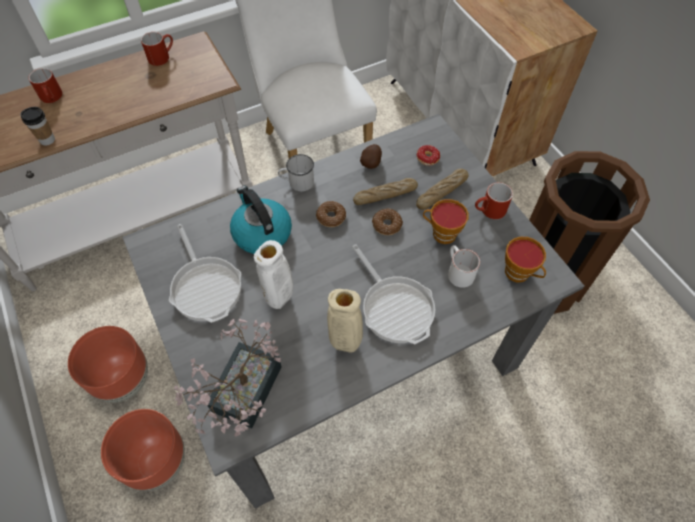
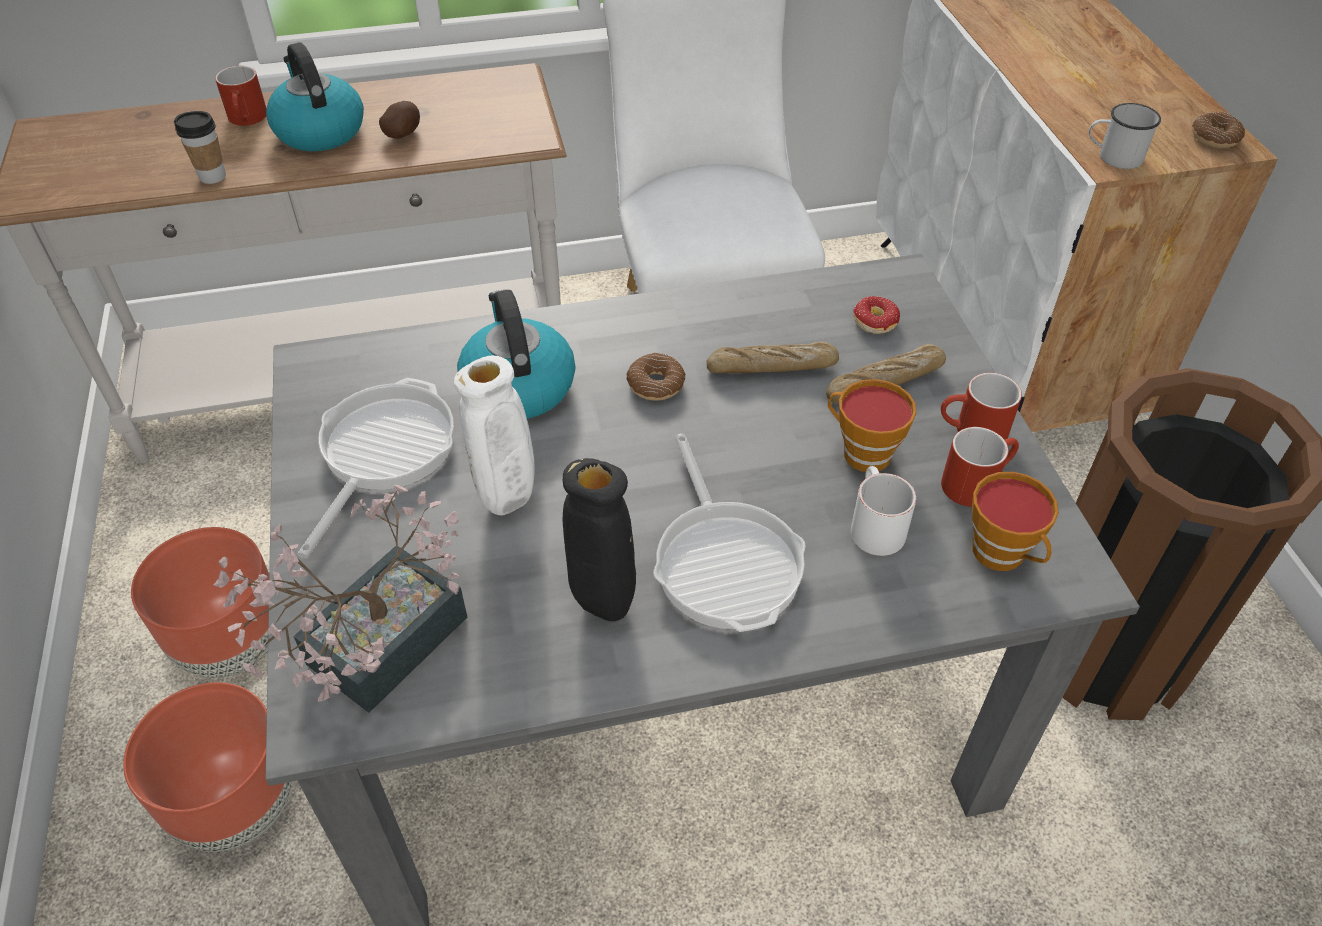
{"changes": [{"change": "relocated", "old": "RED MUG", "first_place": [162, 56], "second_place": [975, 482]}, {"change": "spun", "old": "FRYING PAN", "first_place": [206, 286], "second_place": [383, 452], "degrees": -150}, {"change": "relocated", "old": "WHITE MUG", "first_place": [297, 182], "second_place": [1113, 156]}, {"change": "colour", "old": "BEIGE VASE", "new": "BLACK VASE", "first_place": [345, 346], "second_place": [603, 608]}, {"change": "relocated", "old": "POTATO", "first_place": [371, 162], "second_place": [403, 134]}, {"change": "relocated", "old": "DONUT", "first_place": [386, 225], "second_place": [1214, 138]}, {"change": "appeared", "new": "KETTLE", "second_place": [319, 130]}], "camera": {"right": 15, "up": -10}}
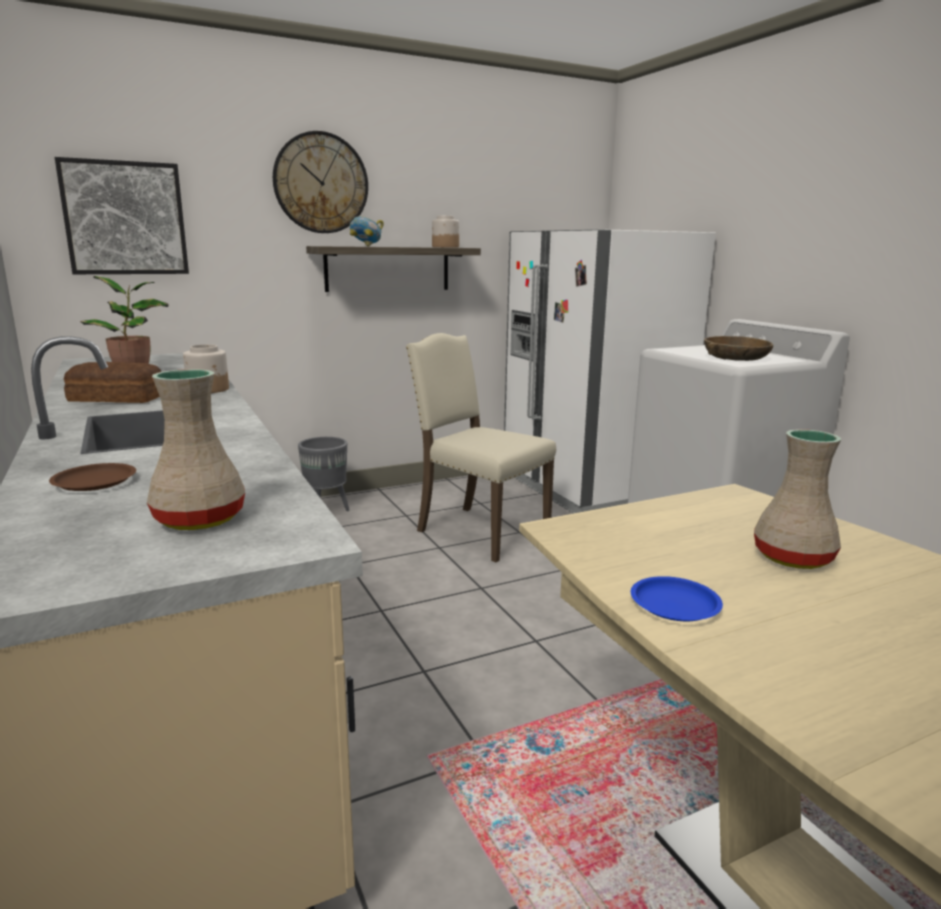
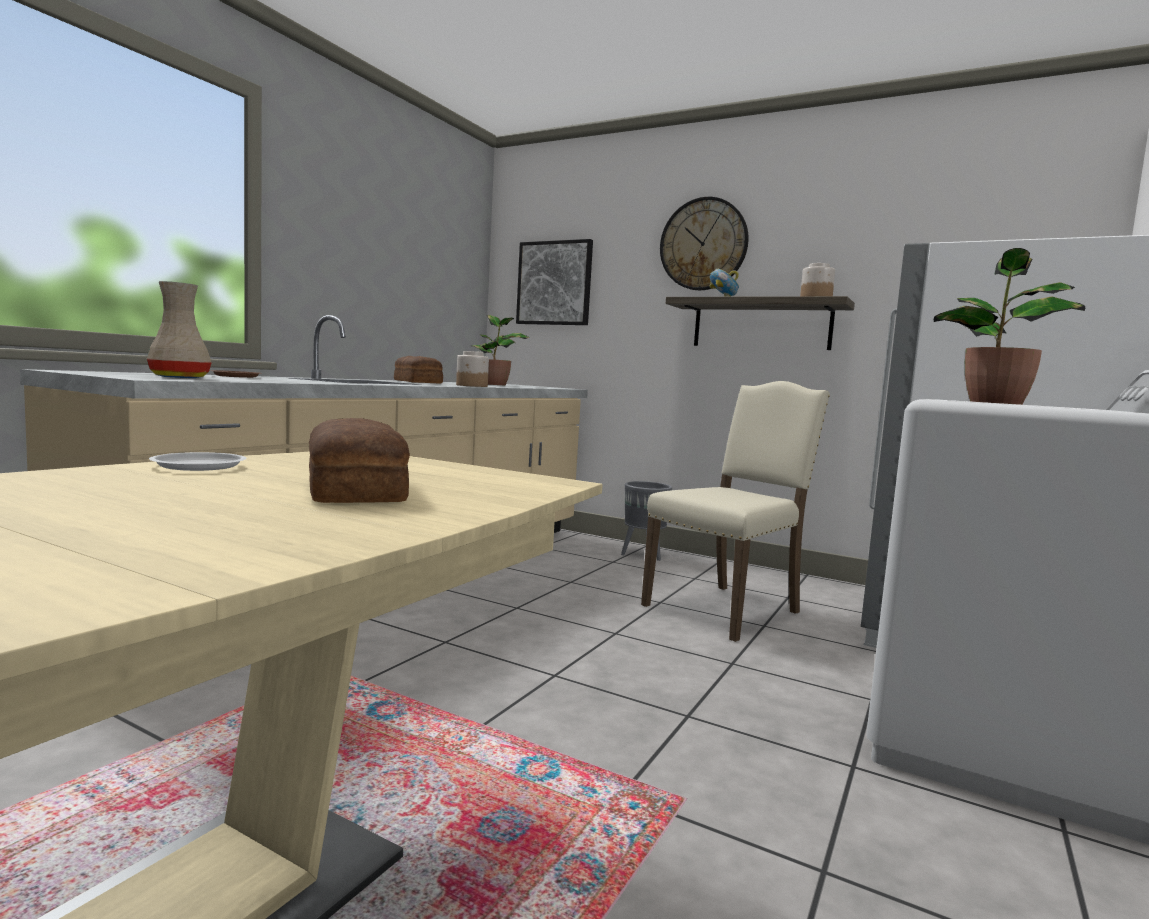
{"changes": [{"change": "spun", "old": "BEIGE CHAIR", "first_place": [479, 531], "second_place": [726, 609], "degrees": 45}, {"change": "colour", "old": "BLUE PLATE", "new": "WHITE PLATE", "first_place": [674, 604], "second_place": [200, 466]}, {"change": "exchanged", "old": "BROWN BOWL", "new": "POTTED PLANT", "first_place": [735, 358], "second_place": [996, 403]}, {"change": "exchanged", "old": "BEIGE VASE", "new": "BREAD", "first_place": [790, 557], "second_place": [358, 488]}], "camera": {"right": 55, "up": -10}}
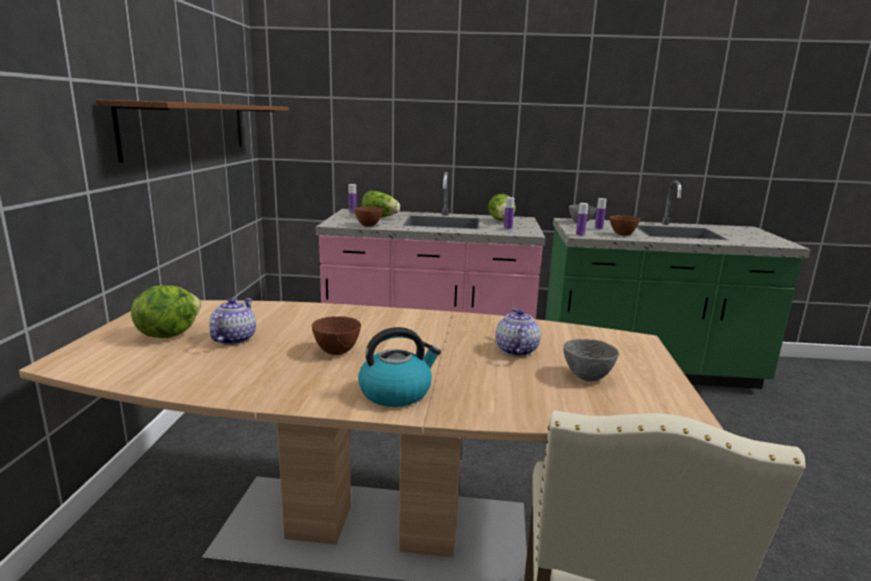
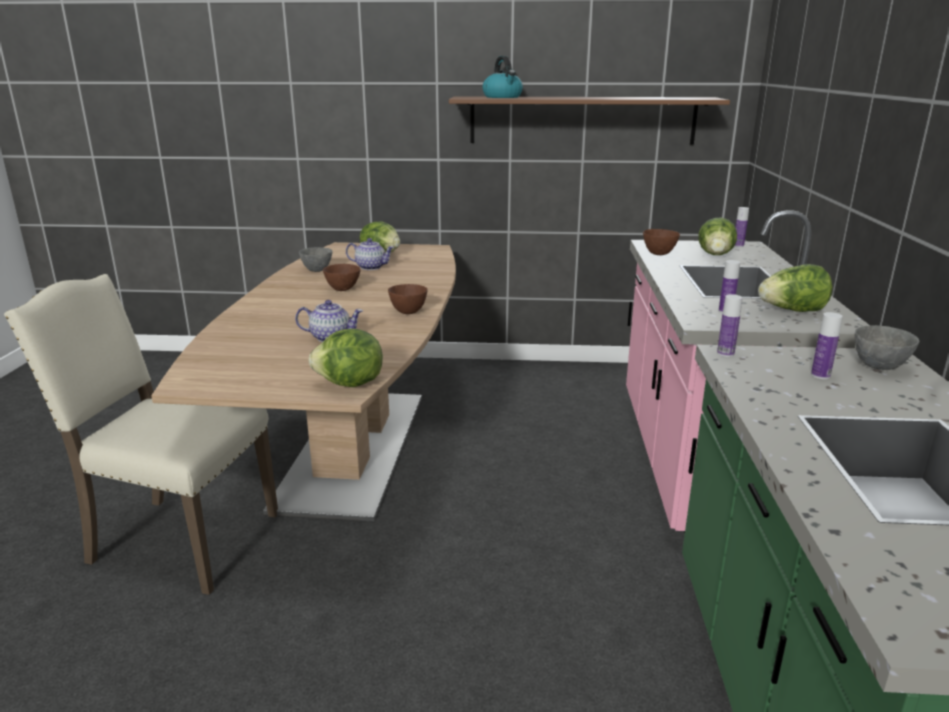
{"changes": [{"change": "relocated", "old": "KETTLE", "first_place": [396, 392], "second_place": [503, 97]}, {"change": "relocated", "old": "GREY BOWL", "first_place": [587, 377], "second_place": [316, 270]}, {"change": "relocated", "old": "BROWN BOWL", "first_place": [623, 234], "second_place": [407, 312]}, {"change": "appeared", "new": "LETTUCE", "second_place": [350, 384]}], "camera": {"right": 90, "up": 5}}
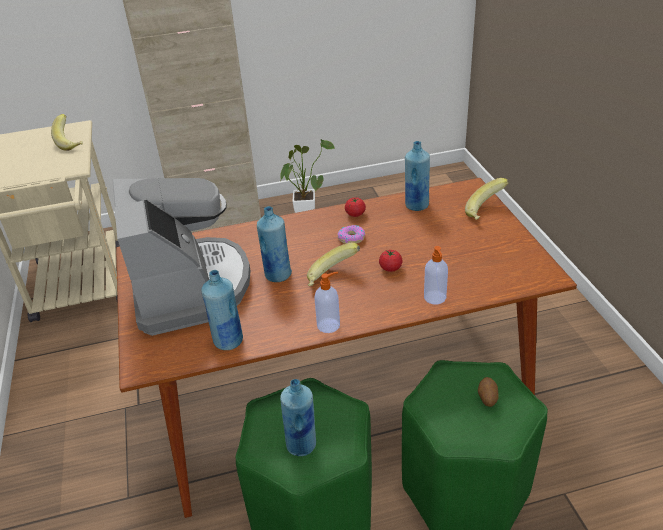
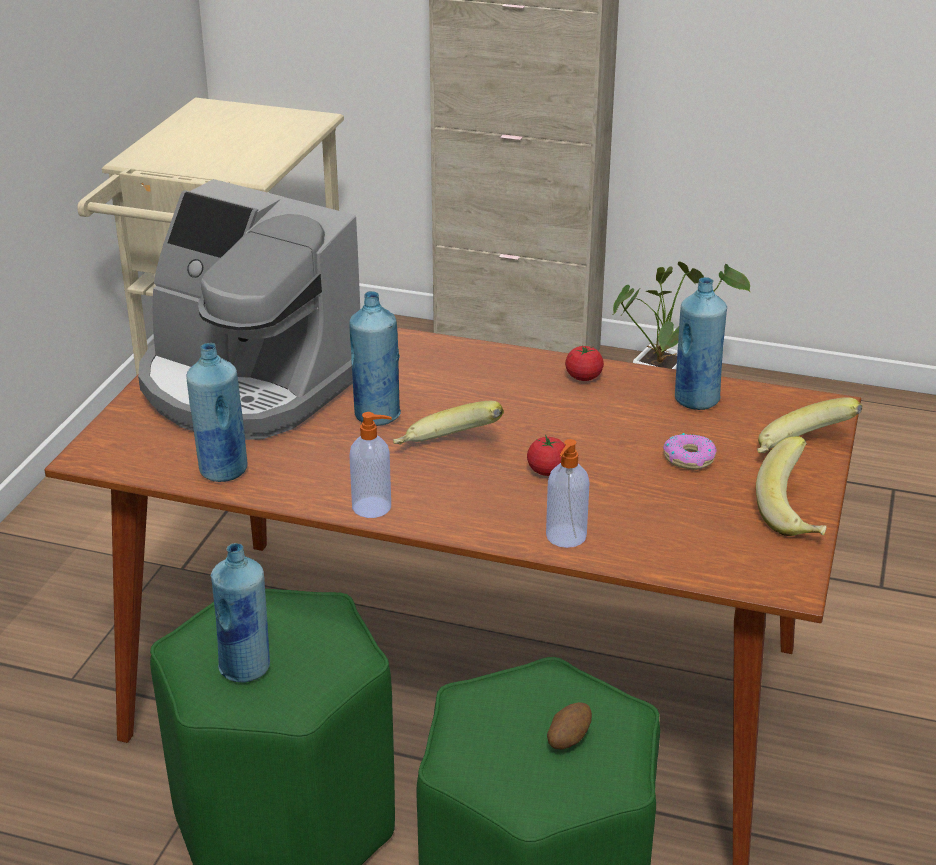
{"changes": [{"change": "relocated", "old": "BANANA", "first_place": [72, 143], "second_place": [796, 514]}, {"change": "spun", "old": "COFFEE MACHINE", "first_place": [190, 287], "second_place": [247, 385], "degrees": 105}, {"change": "relocated", "old": "DONUT", "first_place": [351, 238], "second_place": [689, 458]}], "camera": {"right": 30, "up": -5}}
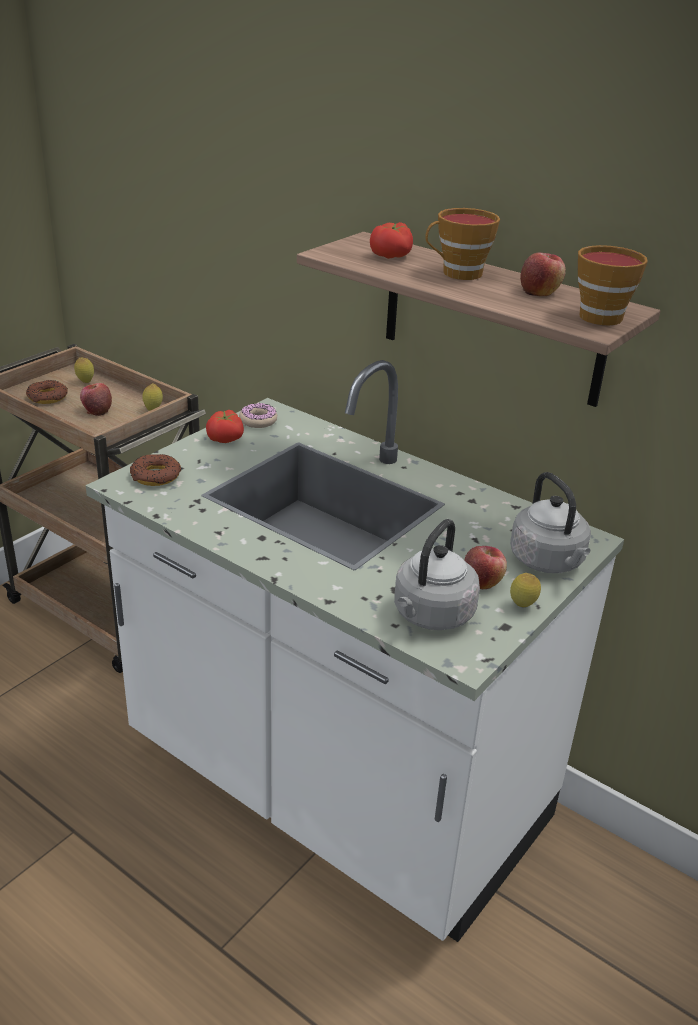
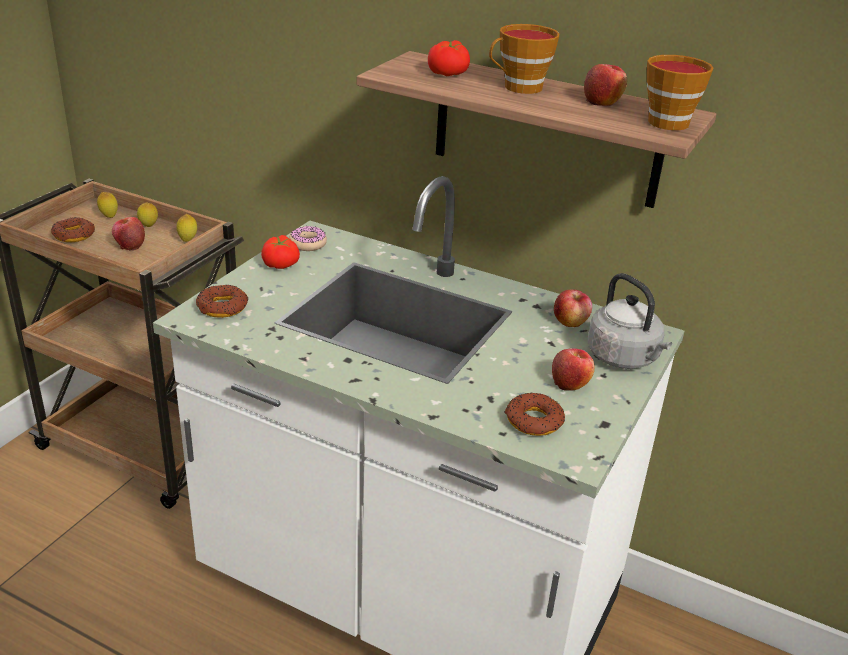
{"changes": [{"change": "exchanged", "old": "GREY KETTLE", "new": "DONUT", "first_place": [431, 616], "second_place": [533, 421]}, {"change": "relocated", "old": "LEMON", "first_place": [522, 606], "second_place": [149, 227]}, {"change": "appeared", "new": "APPLE", "second_place": [570, 321]}], "camera": {"right": -10, "up": 0}}
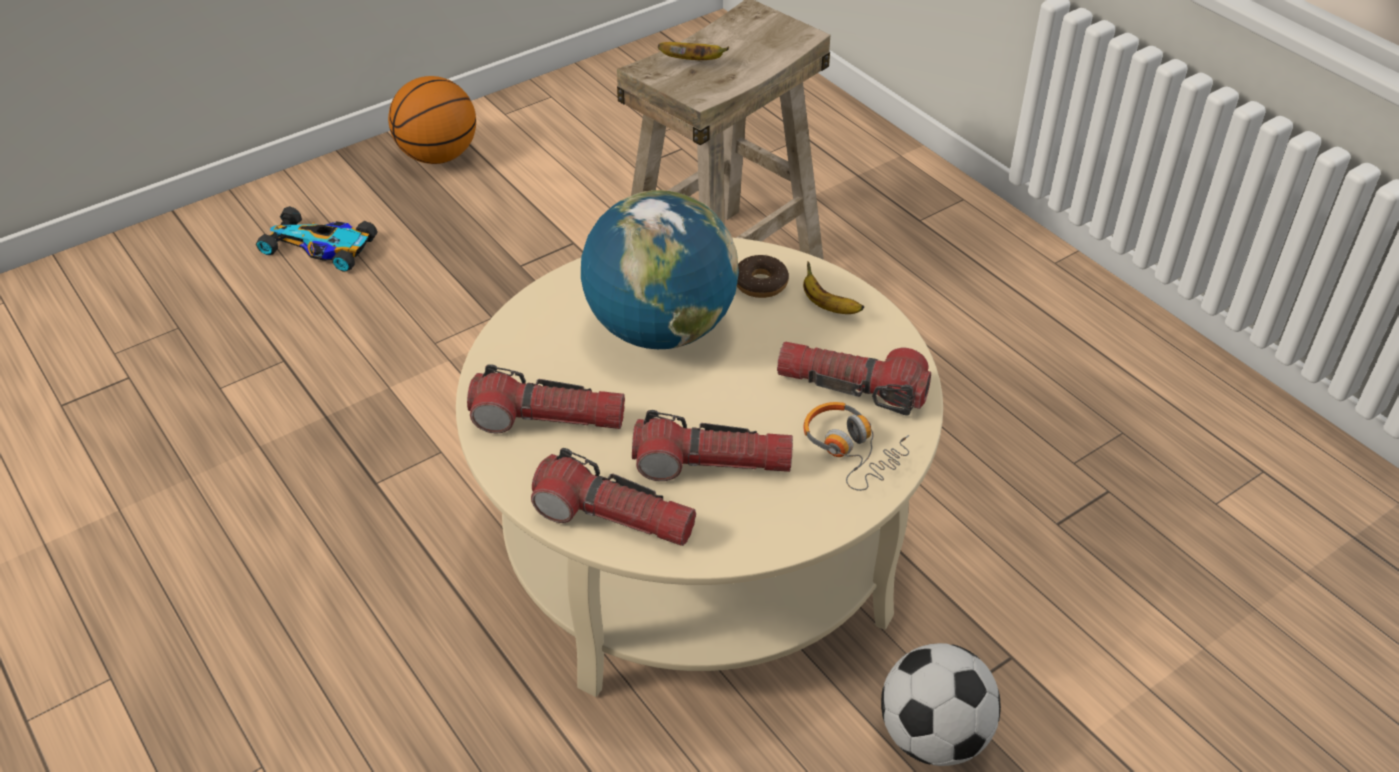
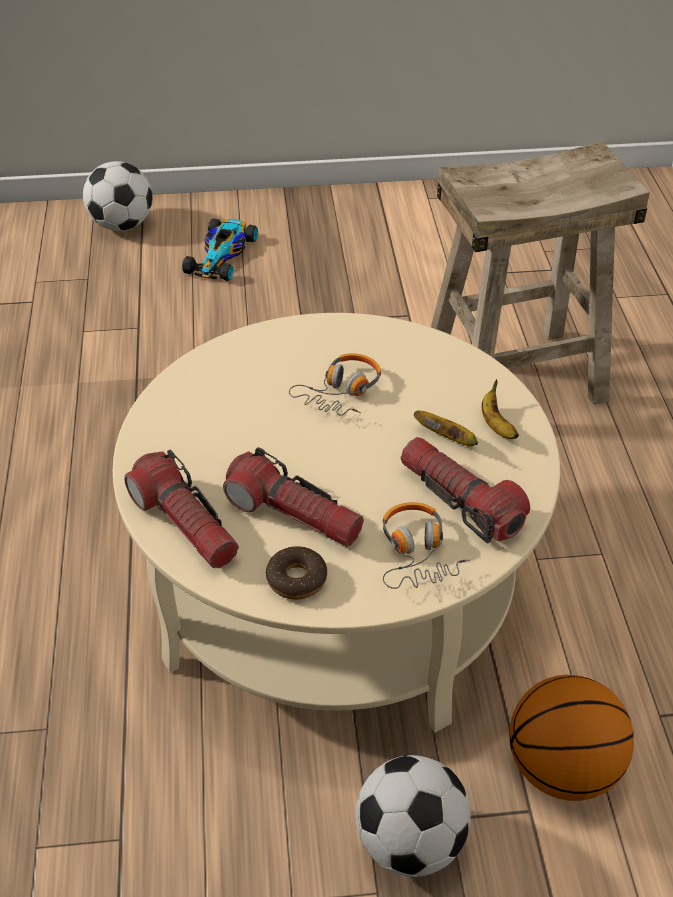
{"changes": [{"change": "spun", "old": "TOY CAR", "first_place": [321, 247], "second_place": [222, 255], "degrees": -120}, {"change": "relocated", "old": "BASKETBALL", "first_place": [438, 156], "second_place": [563, 769]}, {"change": "missing", "old": "FLASHLIGHT", "first_place": [548, 419]}, {"change": "exchanged", "old": "GLOBE", "new": "HEADPHONES", "first_place": [661, 330], "second_place": [341, 392]}, {"change": "relocated", "old": "BANANA", "first_place": [693, 60], "second_place": [448, 438]}, {"change": "relocated", "old": "DONUT", "first_place": [760, 283], "second_place": [296, 579]}, {"change": "appeared", "new": "FOOTBALL", "second_place": [122, 225]}], "camera": {"right": 30, "up": 0}}
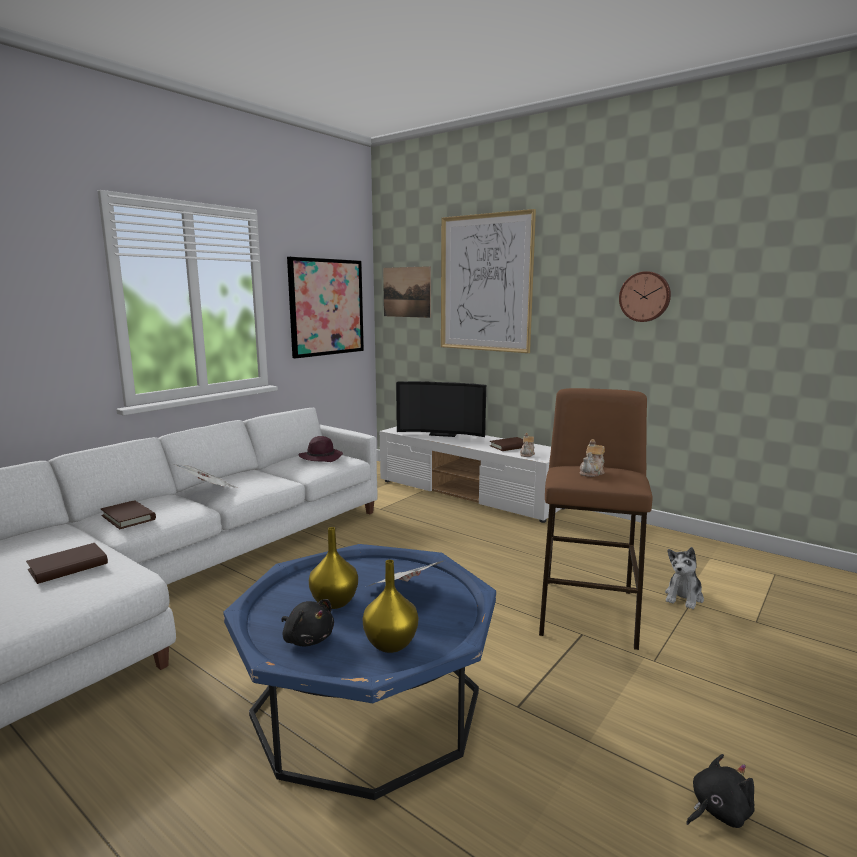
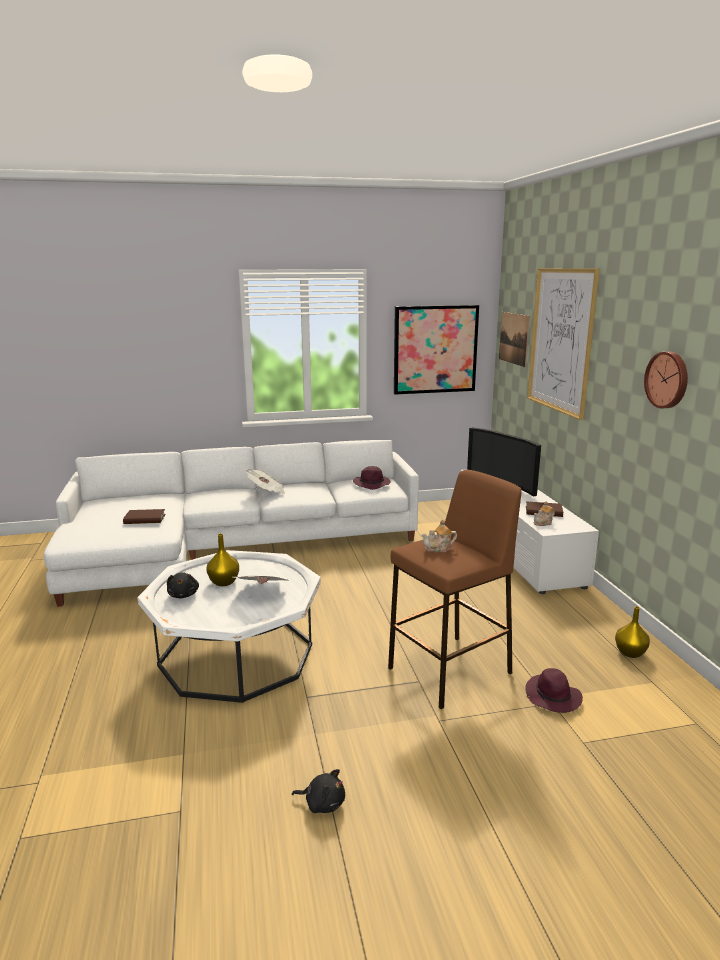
{"changes": [{"change": "missing", "old": "BROWN BOOK", "first_place": [128, 517]}, {"change": "colour", "old": "BLUE COFFEE TABLE", "new": "WHITE COFFEE TABLE", "first_place": [367, 704], "second_place": [236, 655]}, {"change": "relocated", "old": "YELLOW VASE", "first_place": [389, 643], "second_place": [629, 652]}, {"change": "exchanged", "old": "PLUSH TOY", "new": "PURPLE HAT", "first_place": [684, 597], "second_place": [553, 697]}], "camera": {"right": 40, "up": 5}}
